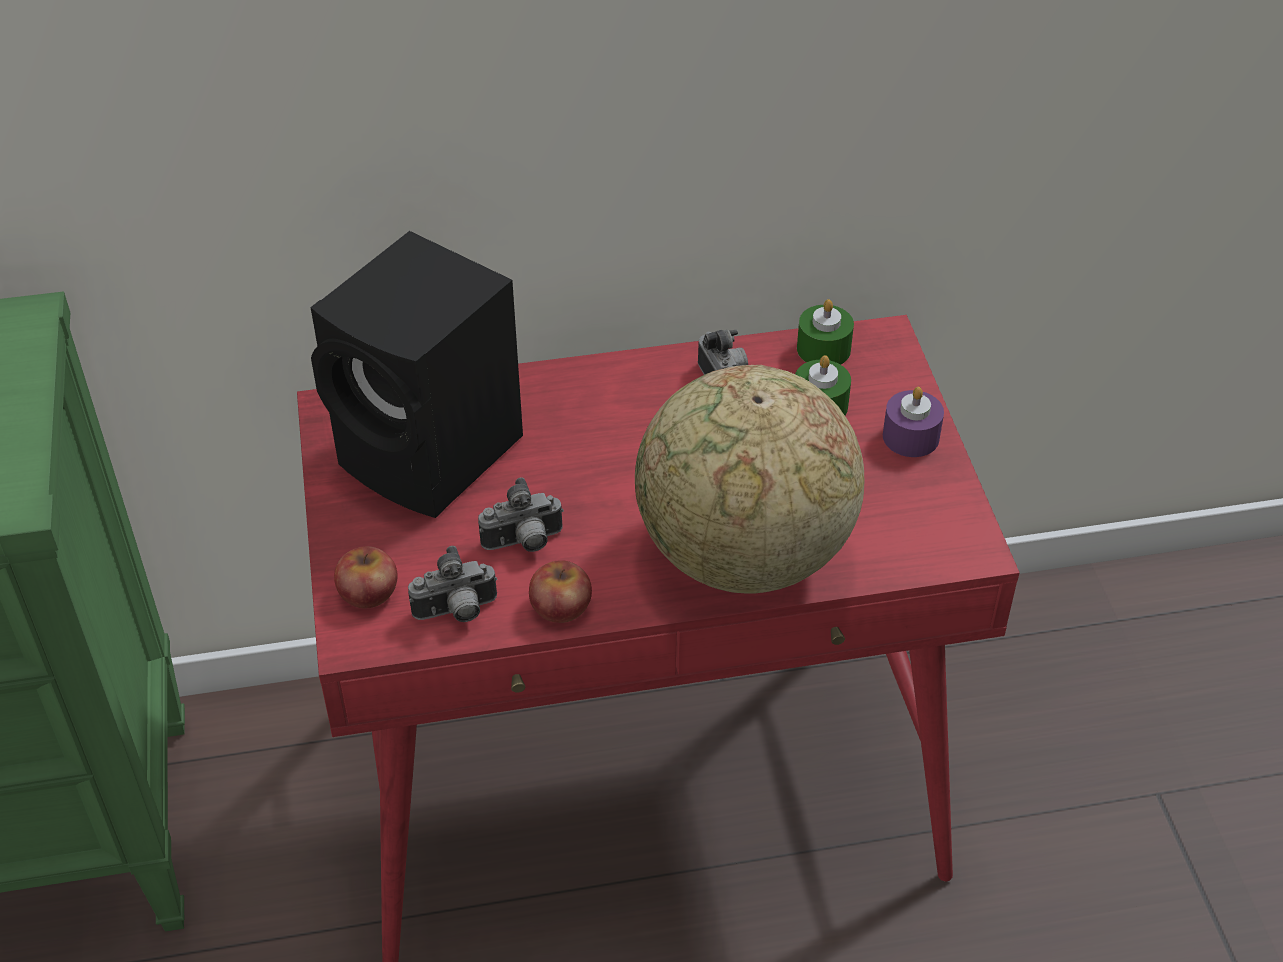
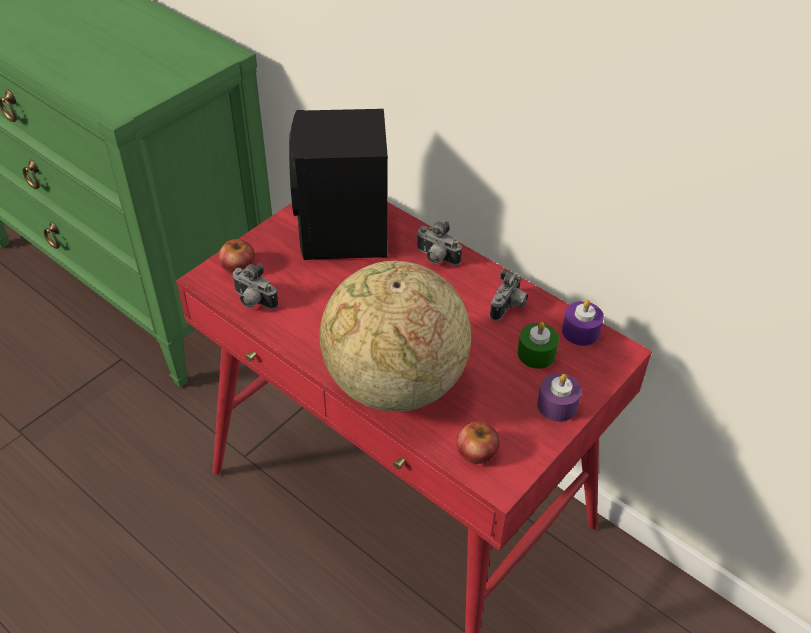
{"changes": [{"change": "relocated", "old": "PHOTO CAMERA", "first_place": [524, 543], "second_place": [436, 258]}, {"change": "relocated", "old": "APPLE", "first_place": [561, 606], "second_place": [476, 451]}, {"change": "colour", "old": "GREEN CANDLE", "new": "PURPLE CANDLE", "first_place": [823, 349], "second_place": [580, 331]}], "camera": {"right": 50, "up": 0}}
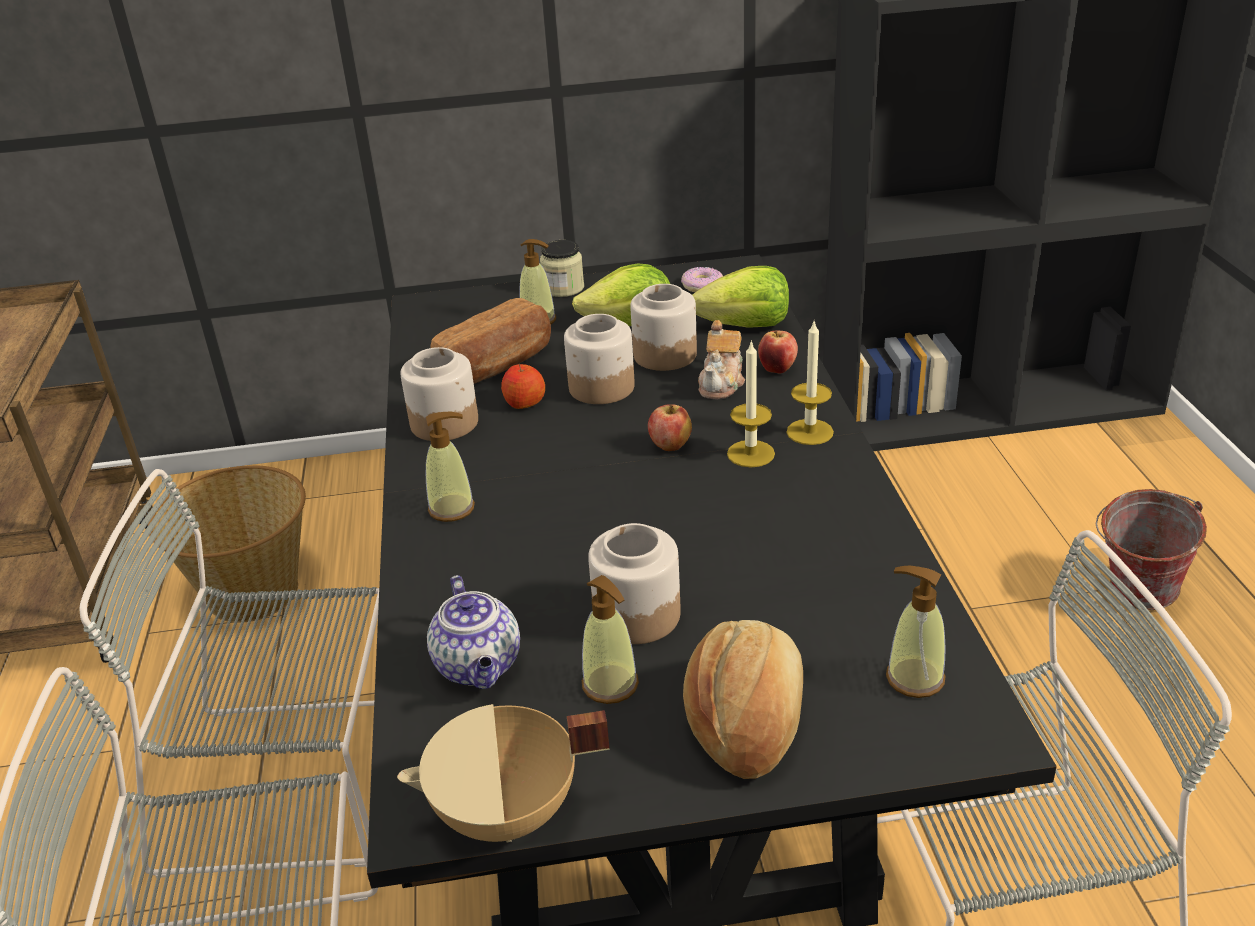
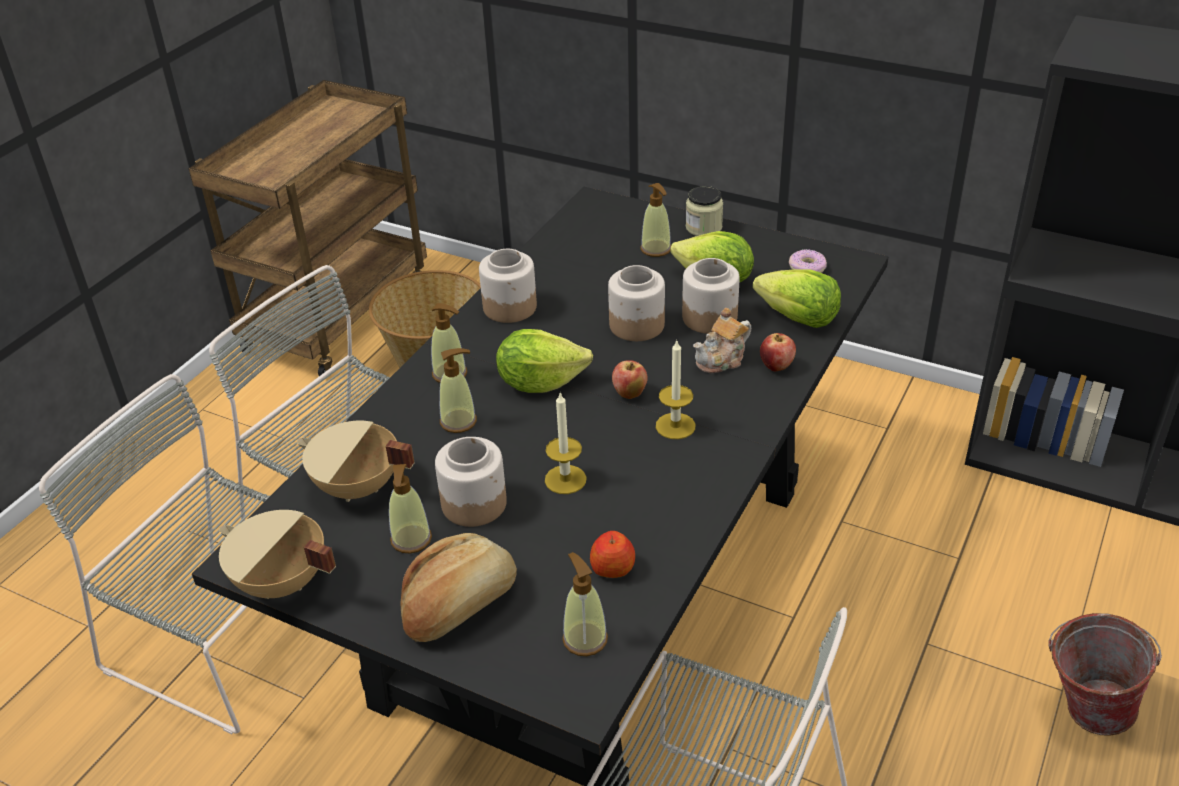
{"changes": [{"change": "exchanged", "old": "TEAPOT", "new": "BEIGE COOKING POT", "first_place": [480, 666], "second_place": [357, 488]}, {"change": "missing", "old": "BREAD", "first_place": [497, 365]}, {"change": "relocated", "old": "APPLE", "first_place": [524, 402], "second_place": [612, 568]}, {"change": "relocated", "old": "CANDLE", "first_place": [810, 432], "second_place": [565, 479]}, {"change": "appeared", "new": "SOAP DISPENSER", "second_place": [459, 421]}, {"change": "appeared", "new": "LETTUCE", "second_place": [540, 382]}], "camera": {"right": 35, "up": 5}}
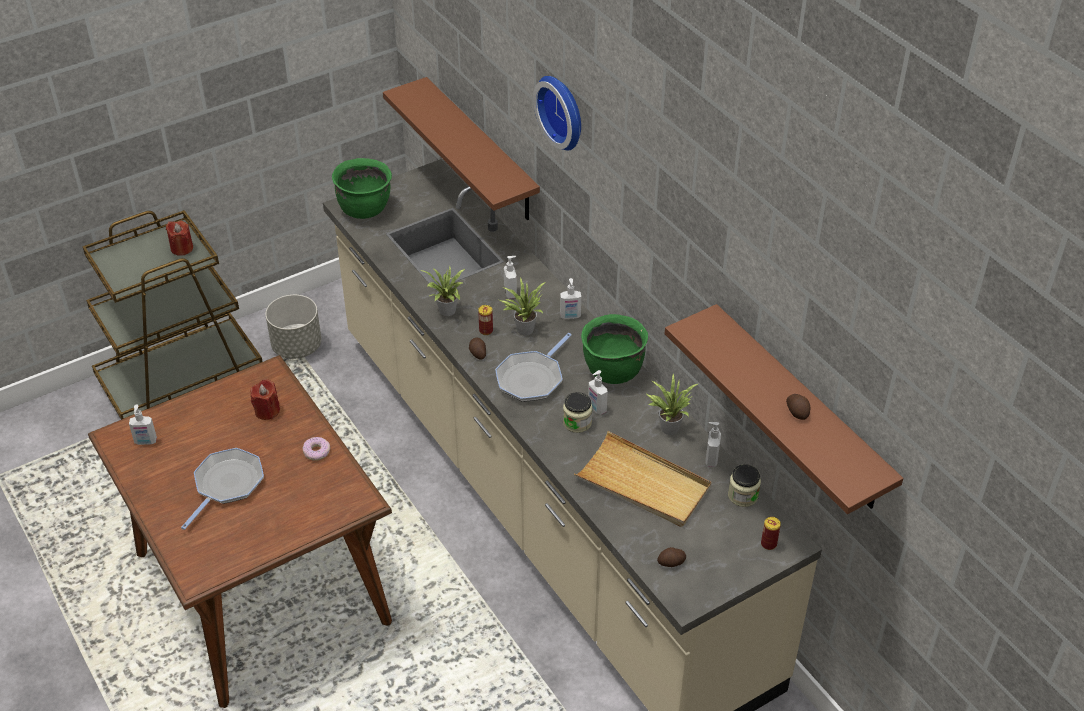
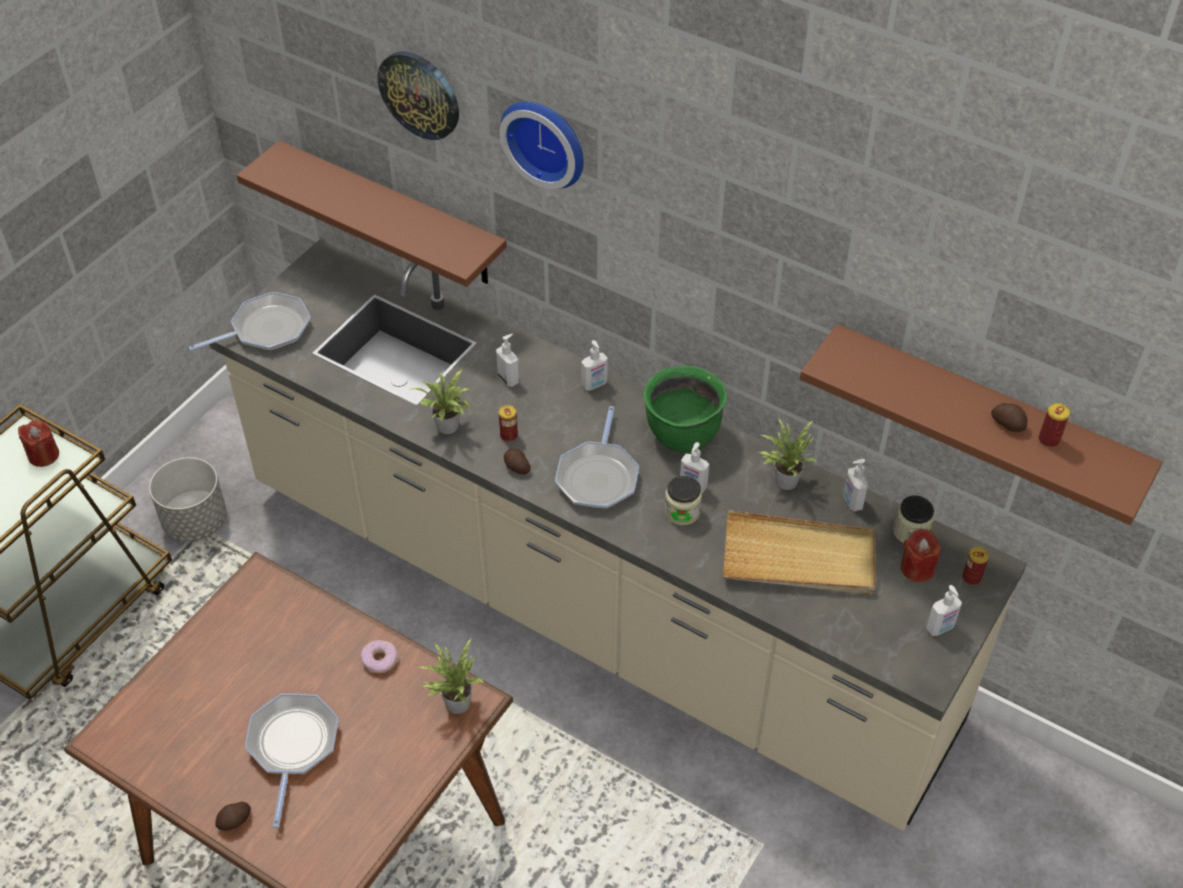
{"changes": [{"change": "relocated", "old": "SOAP DISPENSER", "first_place": [145, 442], "second_place": [940, 628]}, {"change": "relocated", "old": "RED CANDLE", "first_place": [267, 411], "second_place": [917, 568]}, {"change": "exchanged", "old": "GREEN COOKING POT", "new": "FRYING PAN", "first_place": [365, 209], "second_place": [266, 329]}, {"change": "relocated", "old": "POTTED PLANT", "first_place": [523, 328], "second_place": [454, 702]}, {"change": "relocated", "old": "POTATO", "first_place": [671, 563], "second_place": [235, 821]}, {"change": "appeared", "new": "WALL CLOCK", "second_place": [420, 94]}, {"change": "appeared", "new": "CAN", "second_place": [1049, 440]}], "camera": {"right": -25, "up": 5}}
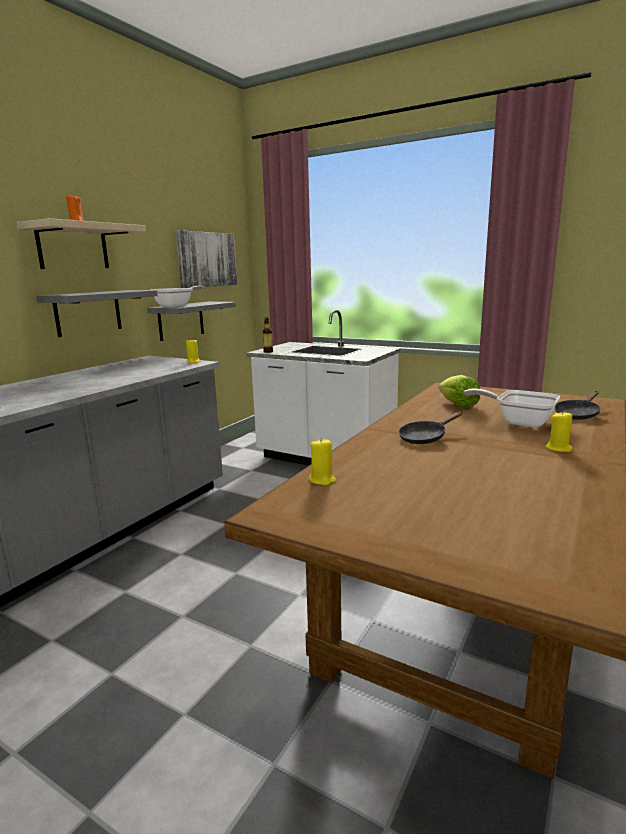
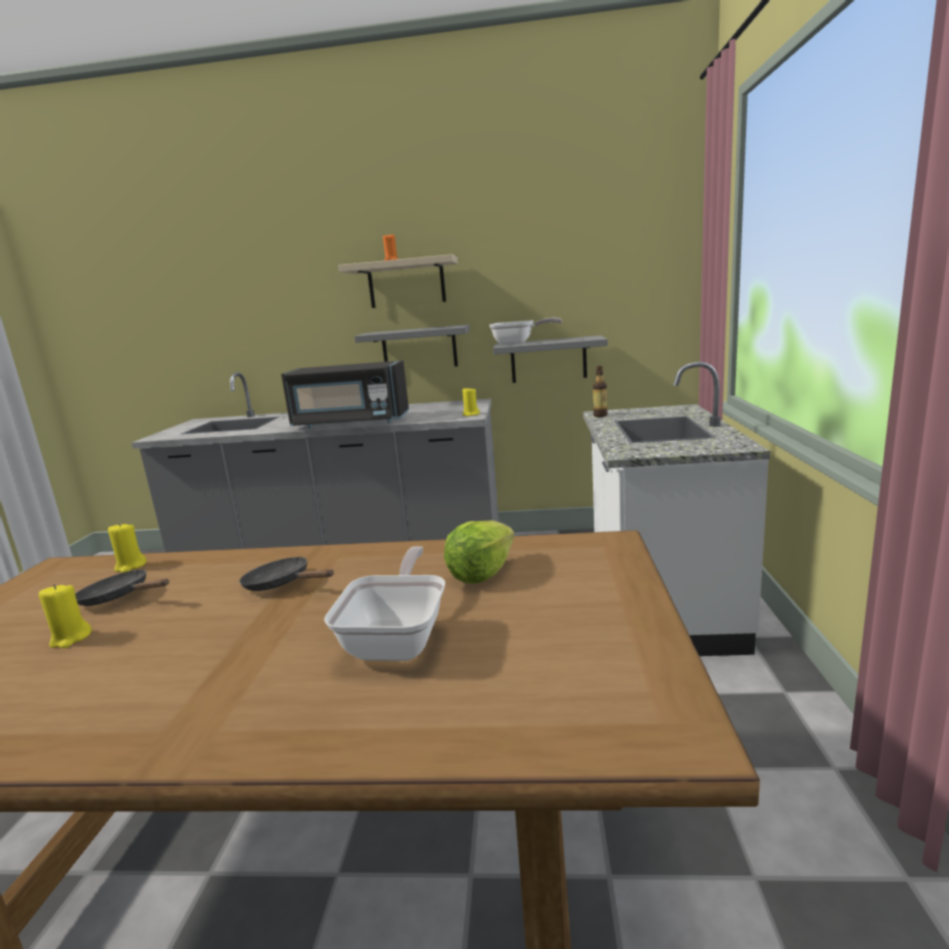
{"changes": [{"change": "missing", "old": "PICTURE", "first_place": [206, 259]}, {"change": "relocated", "old": "YELLOW CANDLE", "first_place": [559, 448], "second_place": [70, 638]}, {"change": "relocated", "old": "BLACK FRYING PAN", "first_place": [578, 414], "second_place": [119, 597]}, {"change": "appeared", "new": "BLACK MICROWAVE", "second_place": [350, 423]}], "camera": {"right": 65, "up": 0}}
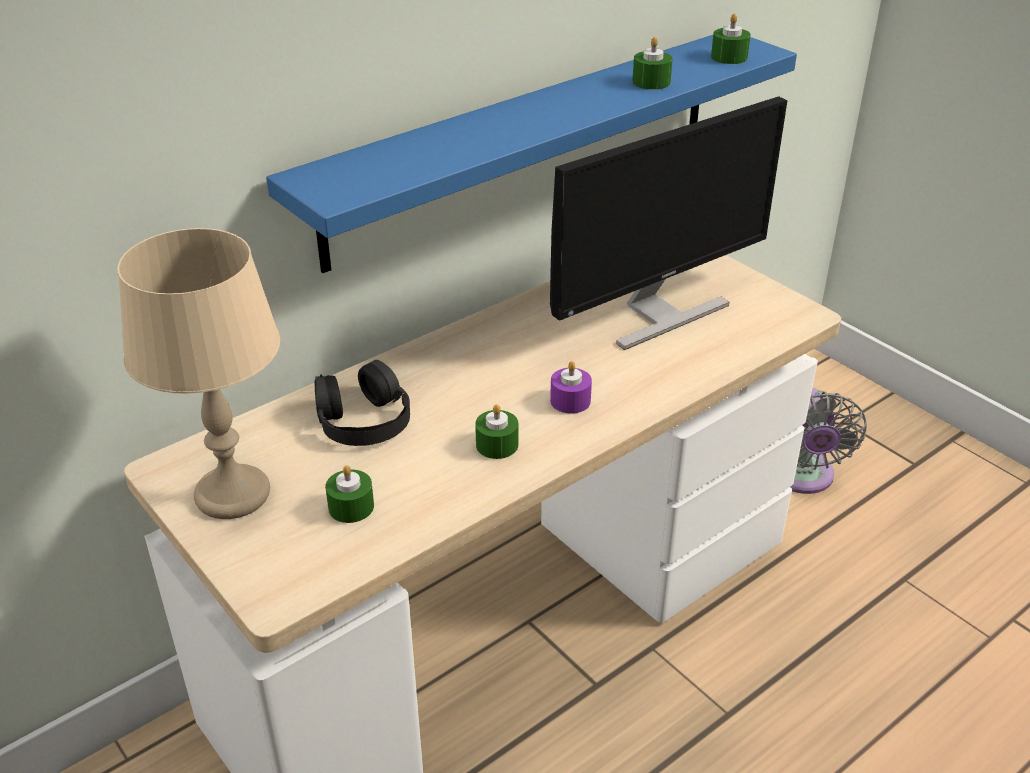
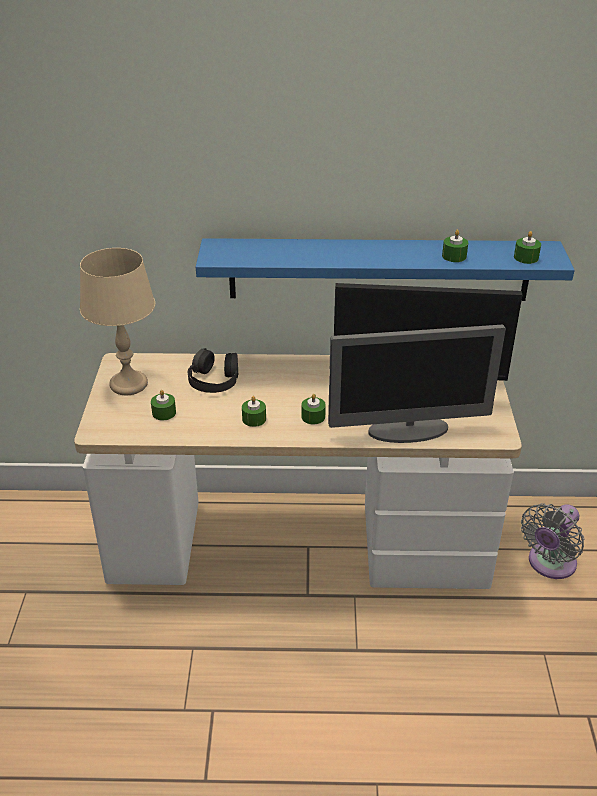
{"changes": [{"change": "colour", "old": "PURPLE CANDLE", "new": "GREEN CANDLE", "first_place": [570, 401], "second_place": [313, 417]}, {"change": "appeared", "new": "MONITOR", "second_place": [409, 430]}], "camera": {"right": 40, "up": 0}}
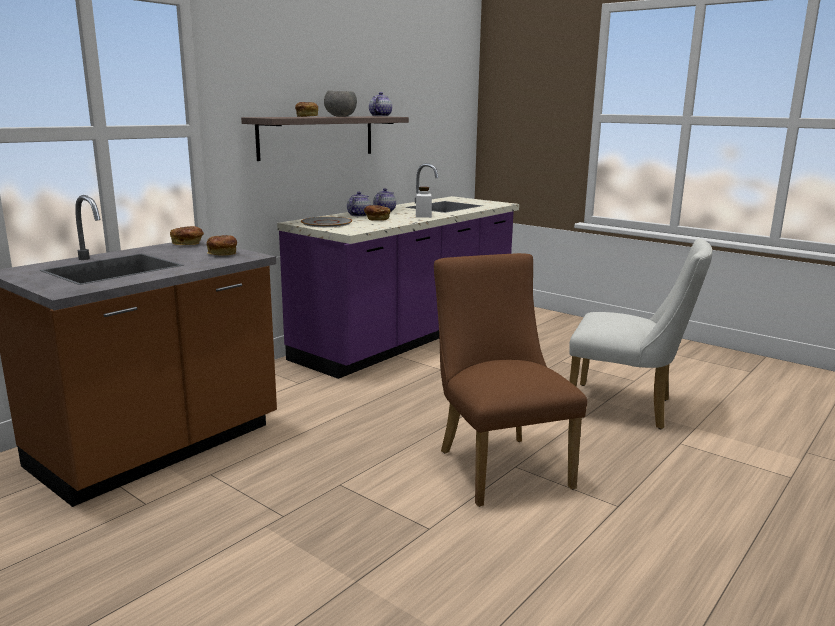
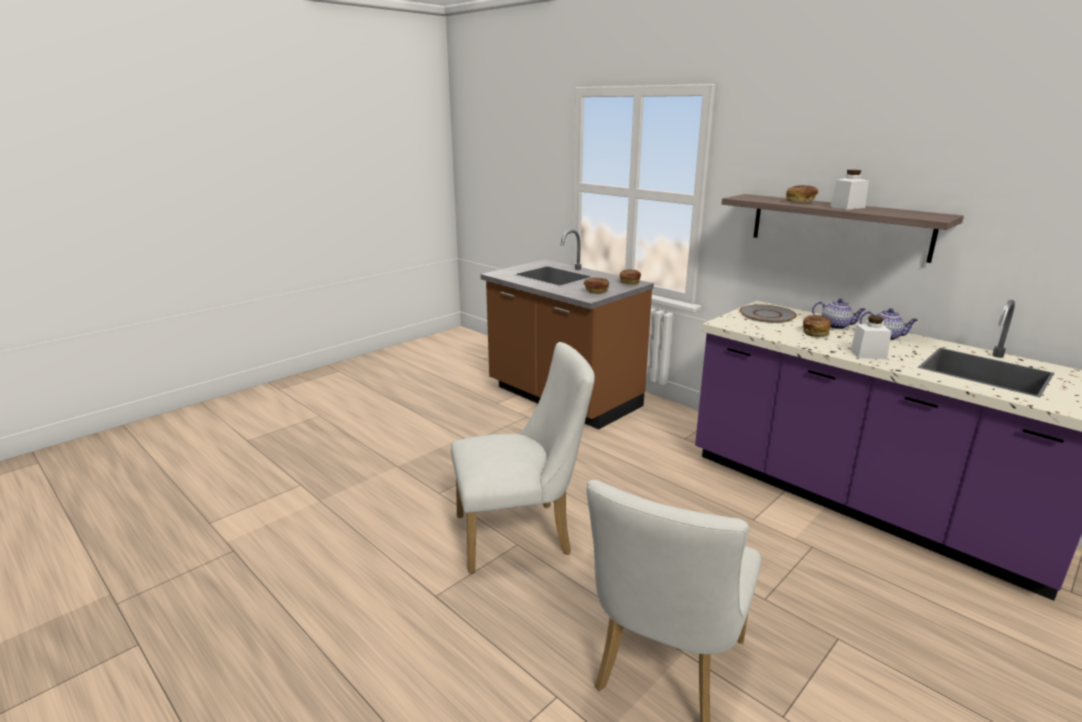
{"changes": [{"change": "exchanged", "old": "GREY BOWL", "new": "WHITE JAR", "first_place": [341, 116], "second_place": [847, 207]}, {"change": "missing", "old": "TEAPOT", "first_place": [380, 116]}, {"change": "colour", "old": "BROWN CHAIR", "new": "WHITE CHAIR", "first_place": [498, 465], "second_place": [521, 534]}], "camera": {"right": 95, "up": 5}}
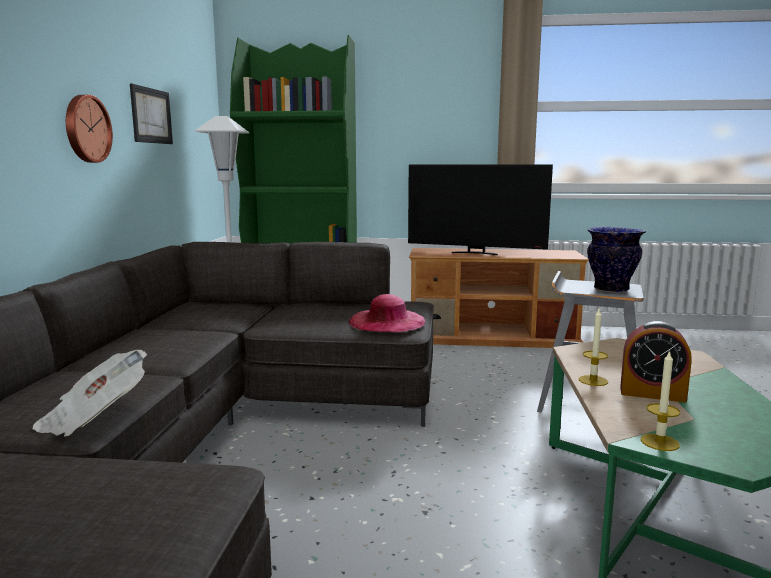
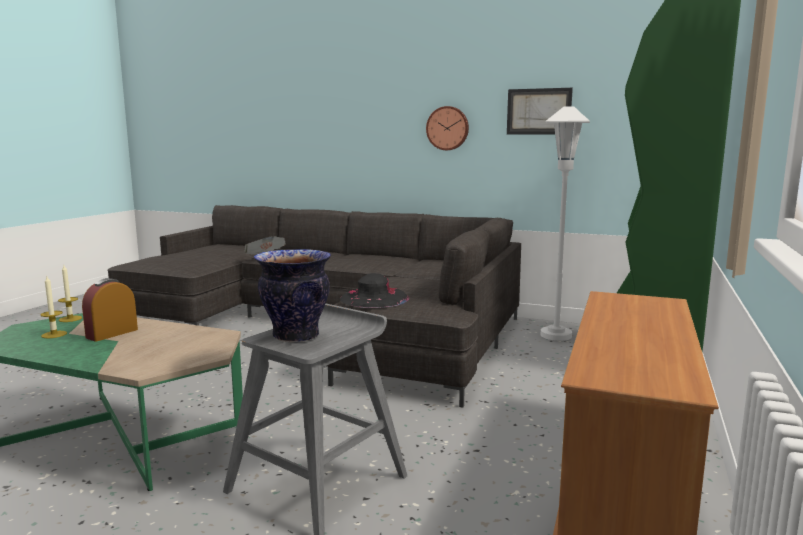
{"changes": [{"change": "colour", "old": "PINK HAT", "new": "BLACK HAT", "first_place": [387, 321], "second_place": [374, 298]}, {"change": "missing", "old": "TELEVISION", "first_place": [475, 253]}, {"change": "relocated", "old": "CANDLE", "first_place": [593, 380], "second_place": [54, 334]}], "camera": {"right": 105, "up": 0}}
